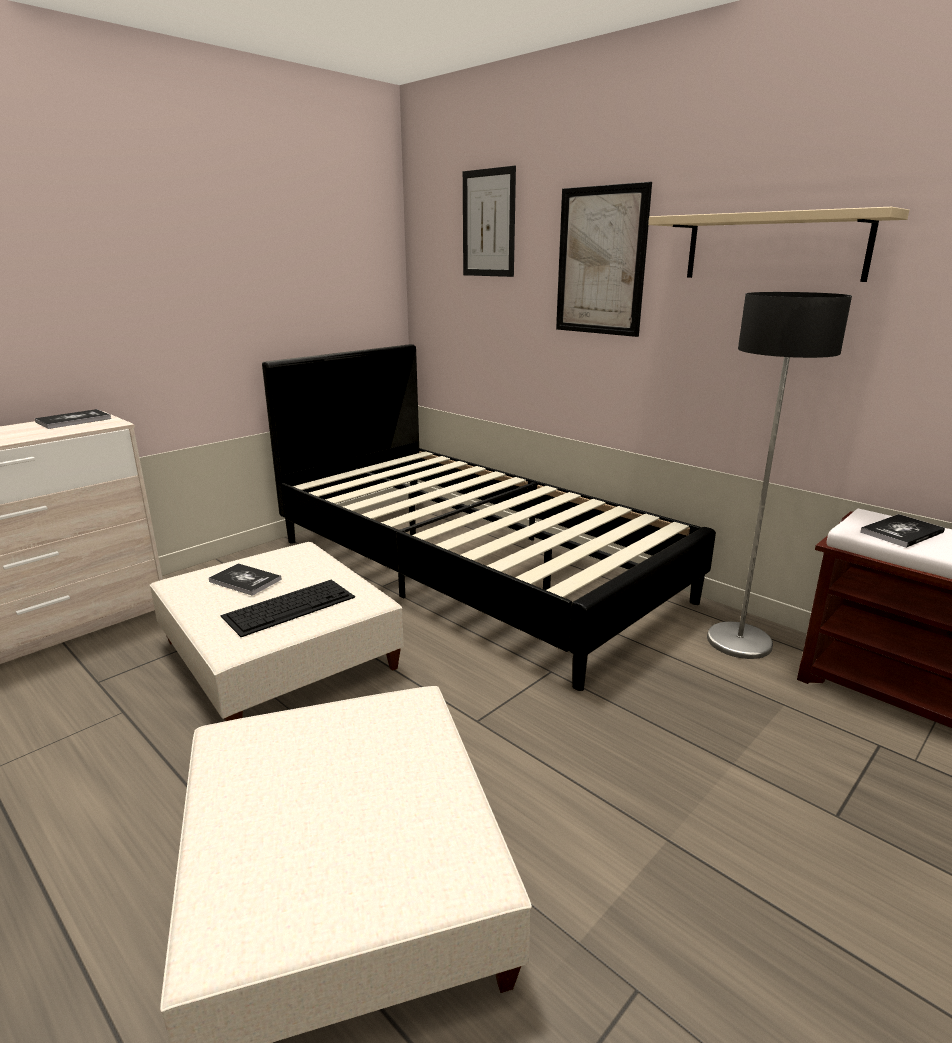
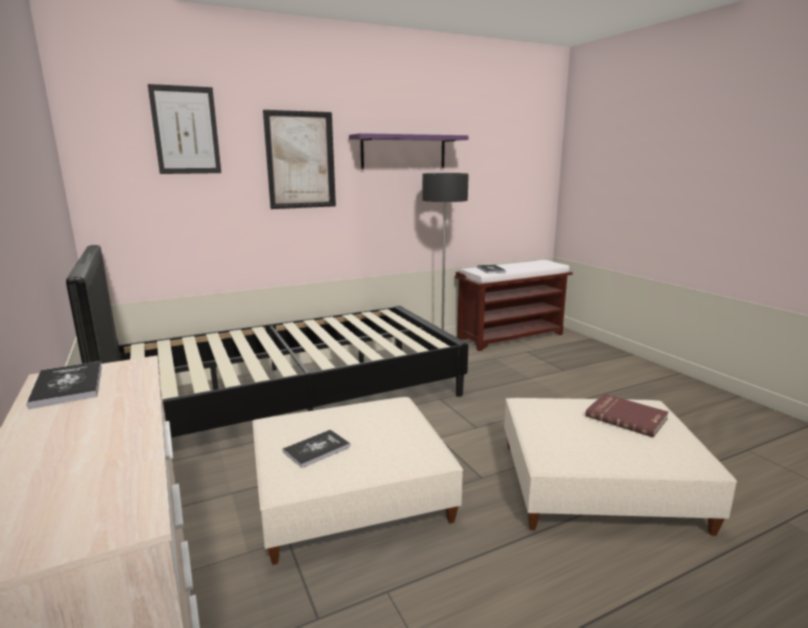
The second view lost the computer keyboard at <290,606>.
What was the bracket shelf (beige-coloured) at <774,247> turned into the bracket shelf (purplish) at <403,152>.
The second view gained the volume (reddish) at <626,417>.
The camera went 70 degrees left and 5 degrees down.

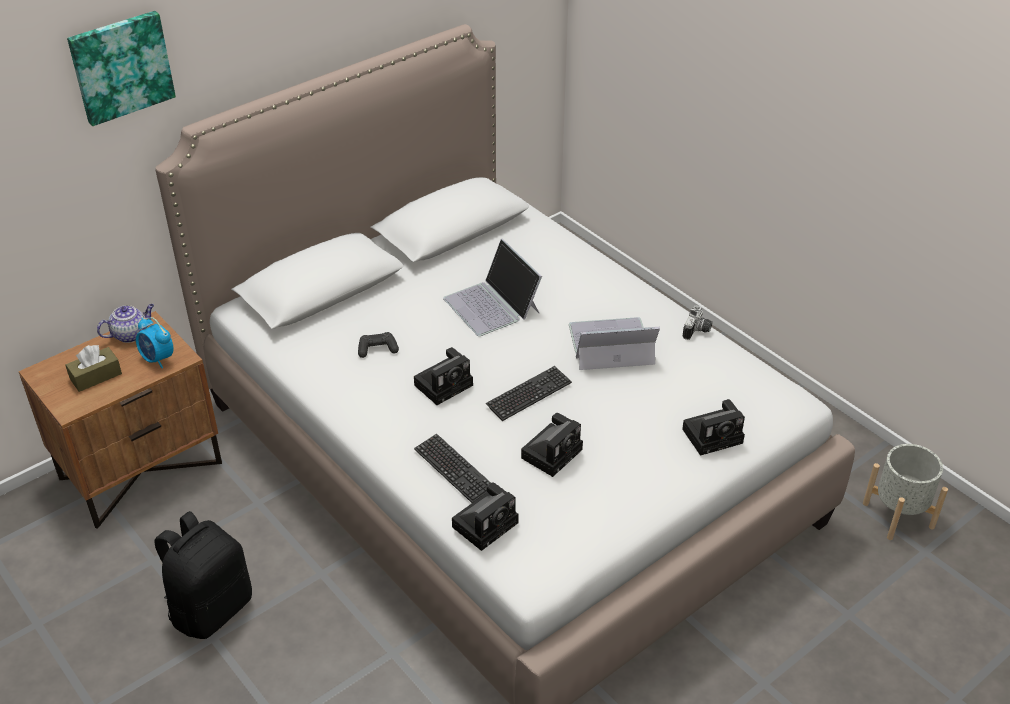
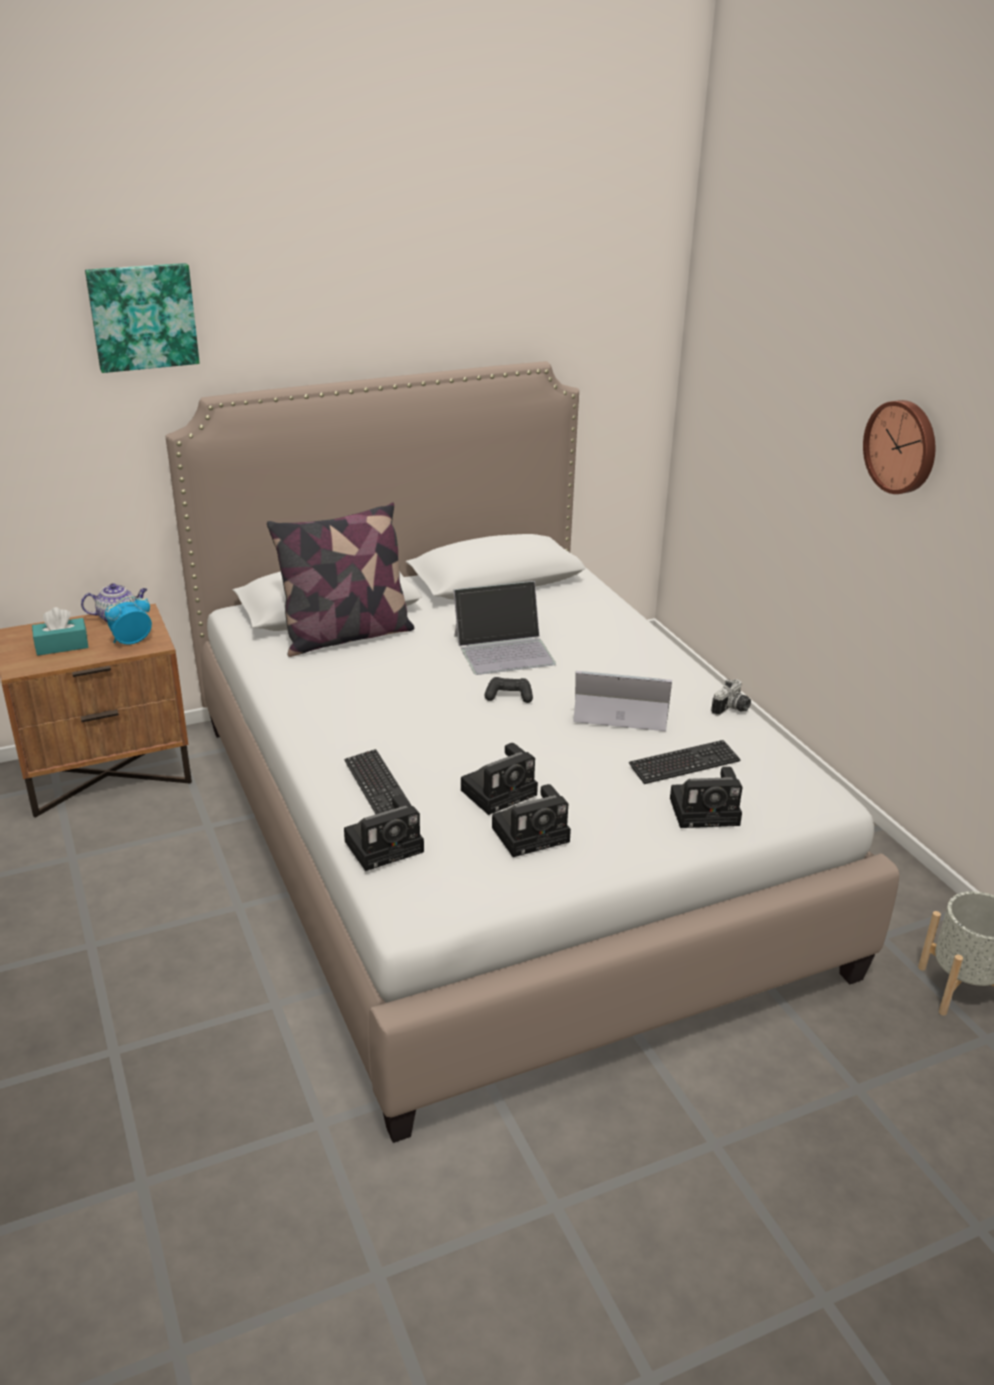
What was the box of tissues (brownish) at <96,376> turned into the box of tissues (turquoise) at <62,646>.
The table clock at <158,359> ended up facing another way, 90 degrees clockwise from before.
The second view lost the knapsack (blackish) at <211,608>.
The joypad (blackish) ended up elsewhere, having gone from <377,349> to <509,696>.
The photo camera ended up elsewhere, having gone from <445,384> to <533,833>.
The portable computer at <492,305> ended up facing another way, 90 degrees counterclockwise from before.
The computer keyboard ended up elsewhere, having gone from <529,394> to <684,764>.
The second view gained the throw pillow at <346,636>.
The second view gained the hanging clock at <902,446>.
The camera went 15 degrees right and 10 degrees down.

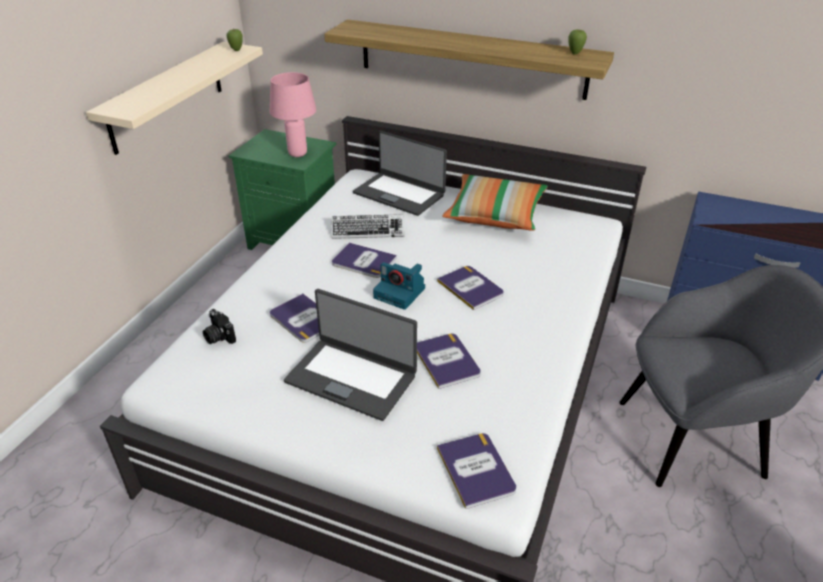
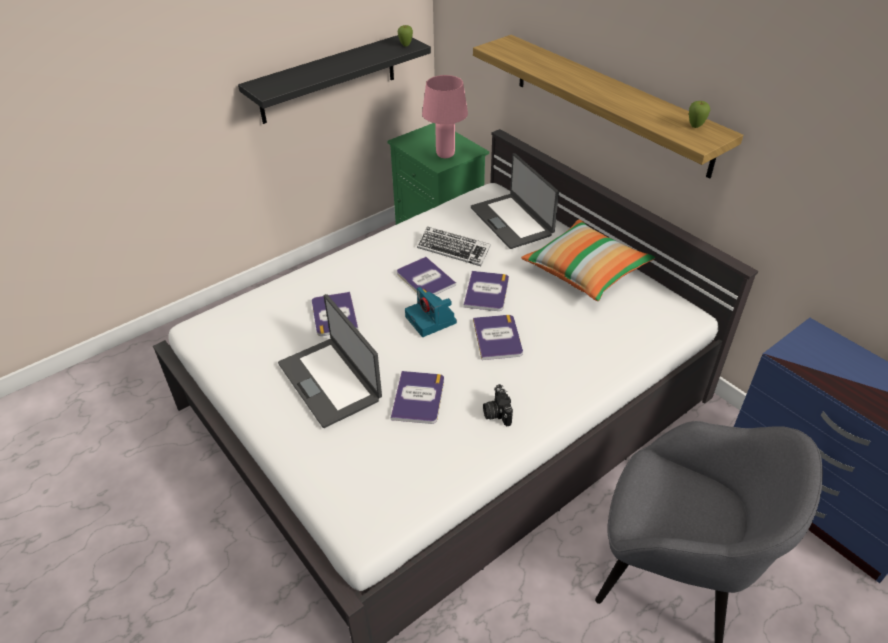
What was the bracket shelf (beige-coloured) at <167,96> turned into the bracket shelf (blackish) at <328,79>.
The photo camera ended up elsewhere, having gone from <218,337> to <496,413>.
The volume ended up elsewhere, having gone from <476,470> to <486,292>.
The camera went 30 degrees right and 5 degrees up.

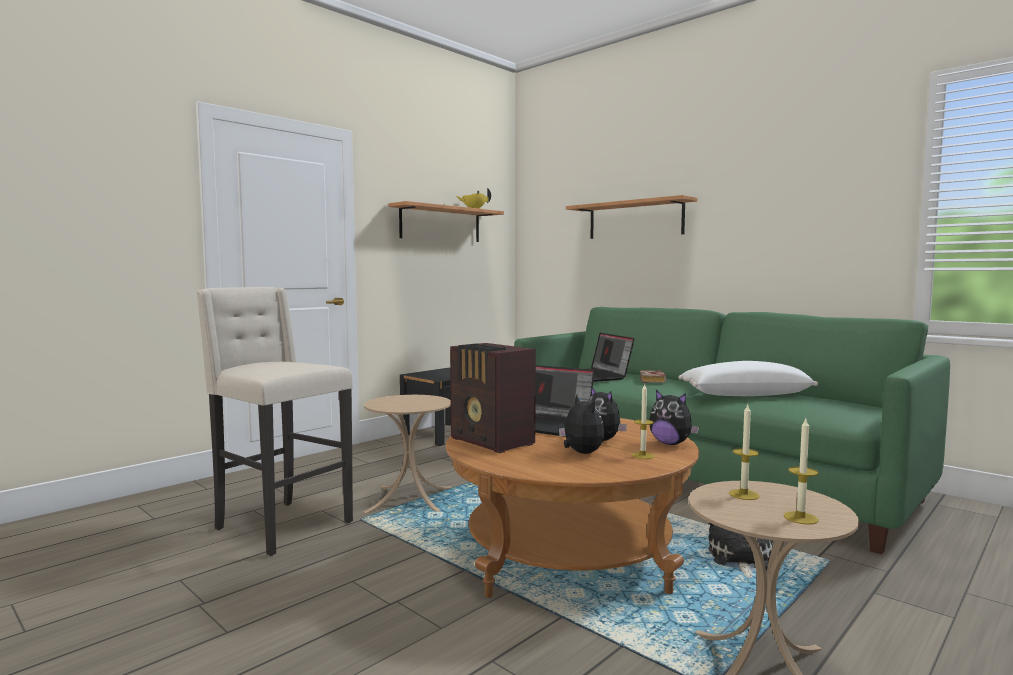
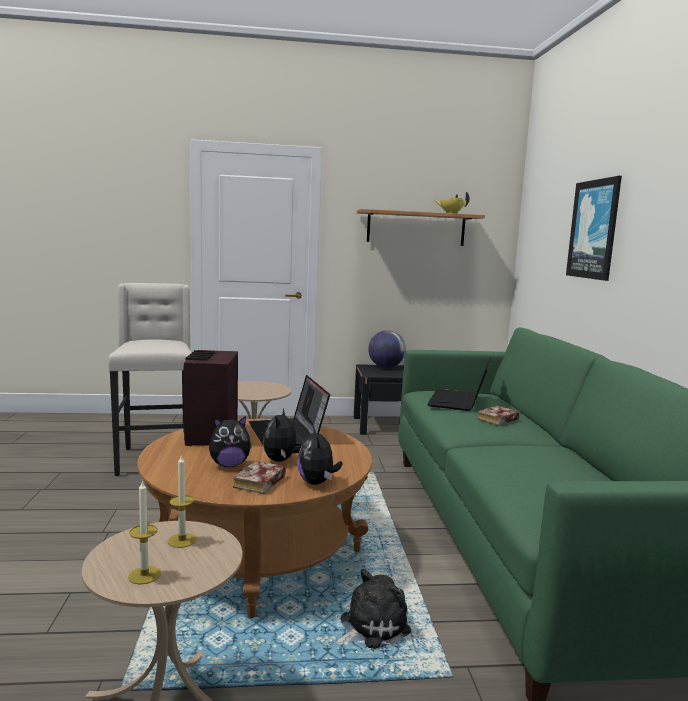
The soft toy at <581,453> ended up facing another way, 60 degrees clockwise from before.
Where the bracket shelf hung at <635,220>, the picture came to hang at <594,229>.
Where the wax candle stood at <643,455>, the volume came to stand at <260,483>.
The second view lost the throw pillow (white-coloured) at <744,395>.
The second view gained the globe at <386,367>.
The camera went 40 degrees right and 5 degrees up.

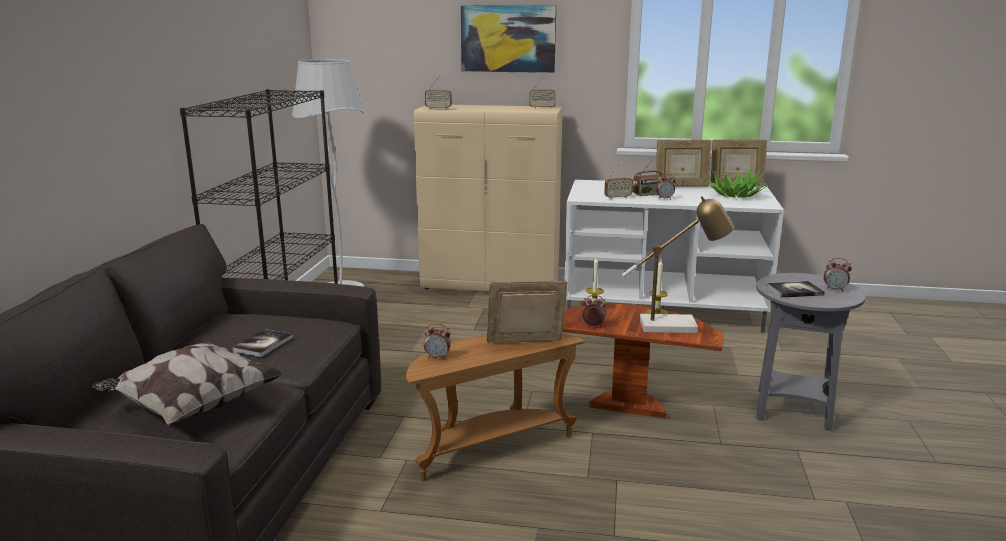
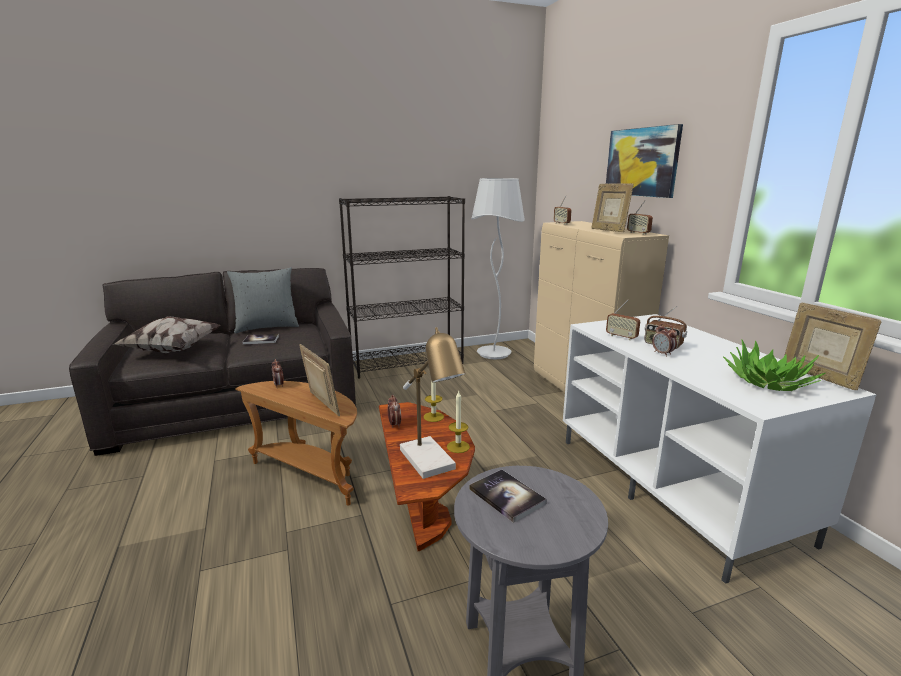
The standing frame ended up elsewhere, having gone from <681,186> to <608,231>.
The second view lost the table clock at <835,289>.
The second view gained the throw pillow (grey) at <267,327>.
The camera went 60 degrees right and 0 degrees up.

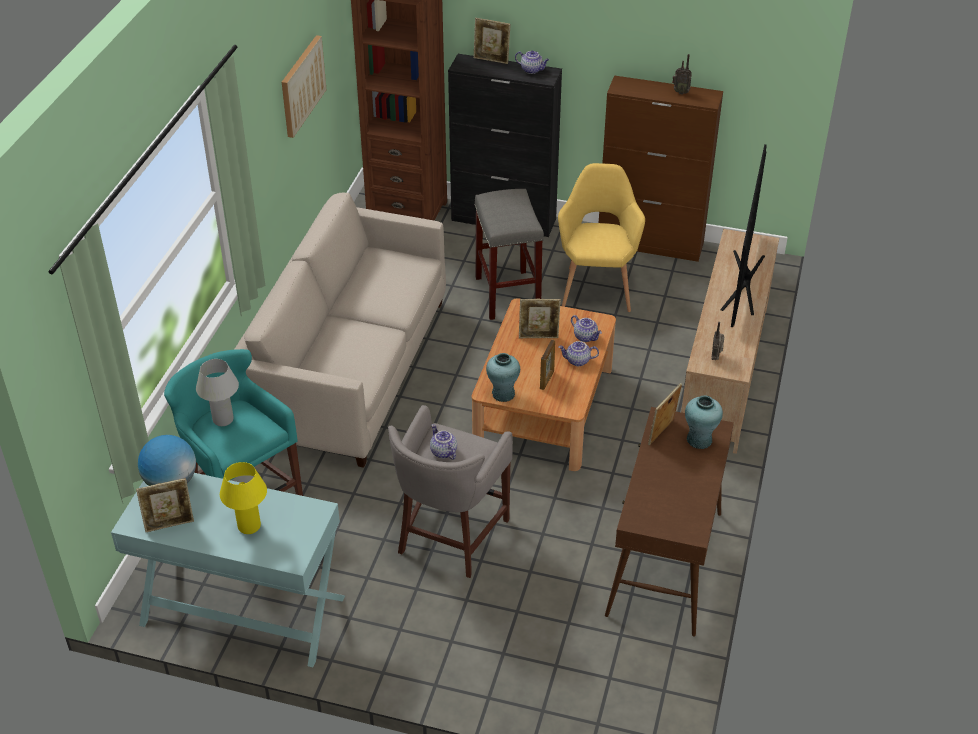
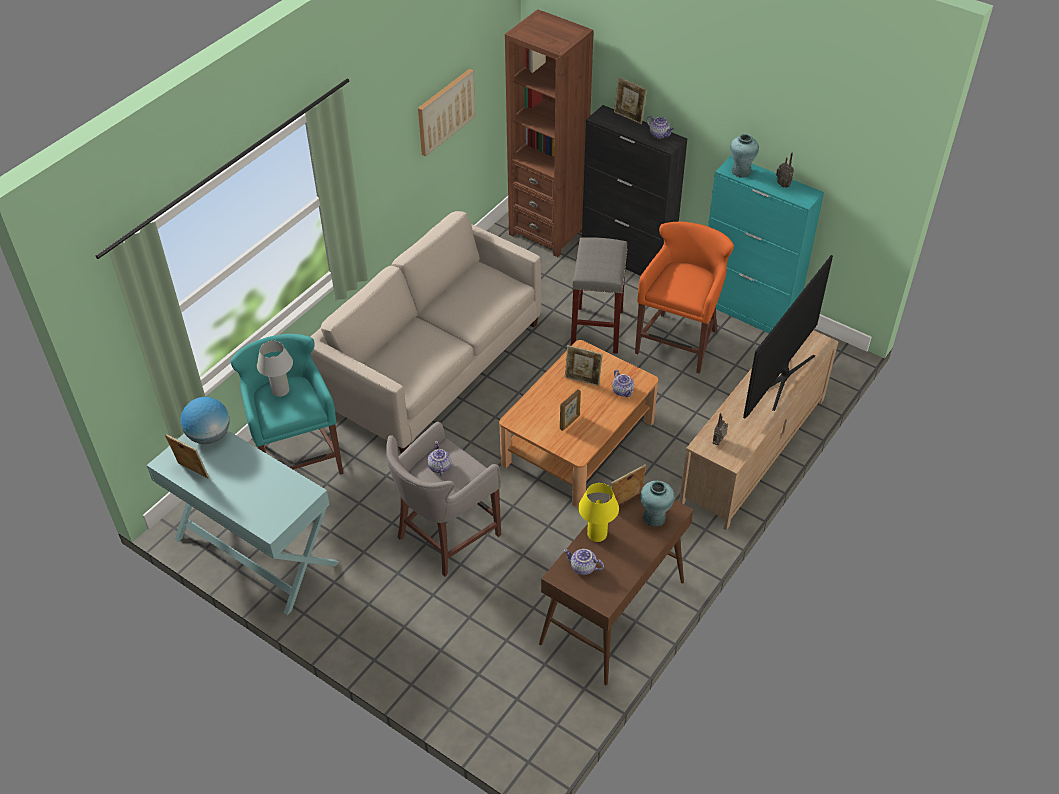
The standing frame at <170,524> ended up facing another way, 150 degrees counterclockwise from before.
The tabletop lamp (yellow-coloured) ended up elsewhere, having gone from <249,526> to <597,534>.
The vase (turquoise) ended up elsewhere, having gone from <503,394> to <741,171>.
Where the easy chair (yellow-coloured) stood at <597,286>, the stool seat (orange) came to stand at <679,340>.
The teapot ended up elsewhere, having gone from <577,361> to <582,568>.
What was the storage cabinet (brownish) at <651,243> turned into the storage cabinet (turquoise) at <747,312>.
The camera went 20 degrees right and 5 degrees up.

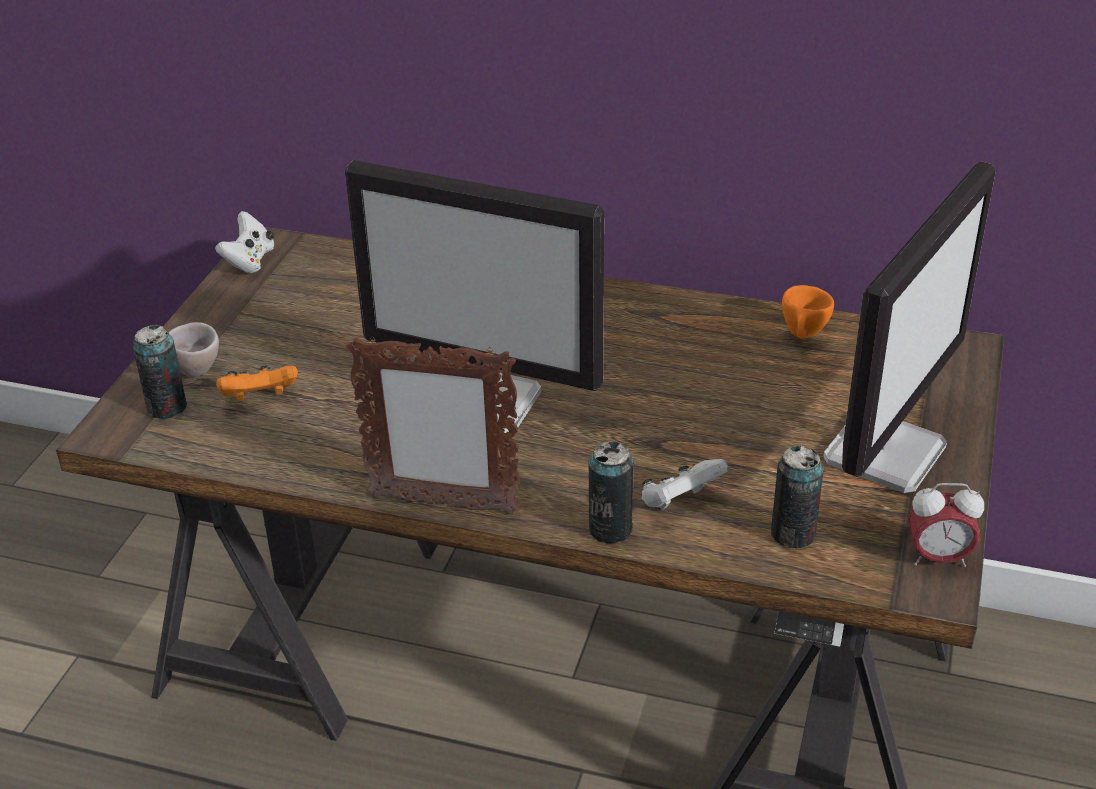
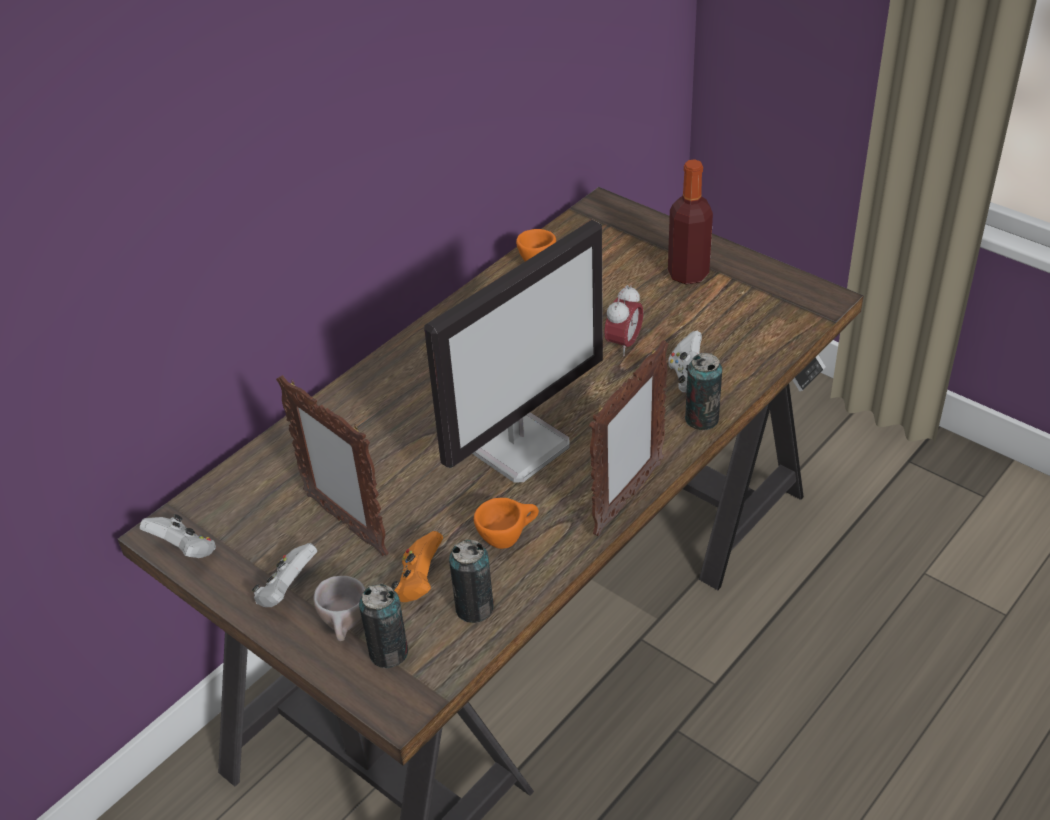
The can ended up elsewhere, having gone from <793,534> to <474,608>.
Where the computer screen stood at <885,451>, the bottle came to stand at <688,274>.
The table clock ended up elsewhere, having gone from <938,558> to <623,344>.
The second view gained the joypad (white-coloured) at <287,591>.
The second view gained the standing frame at <345,524>.
The second view gained the small cup (orange) at <508,538>.
The camera went 65 degrees left and 5 degrees up.

